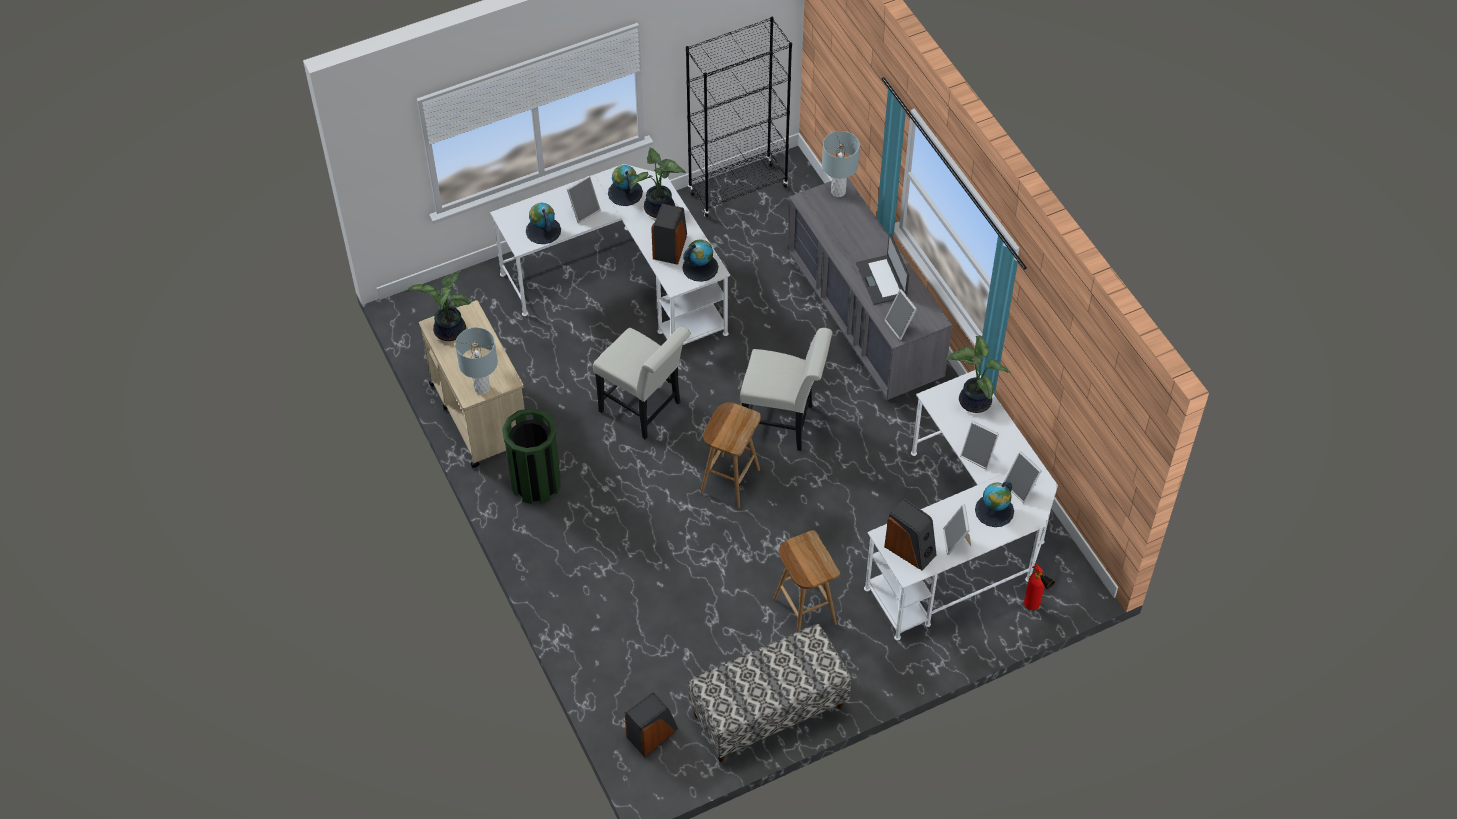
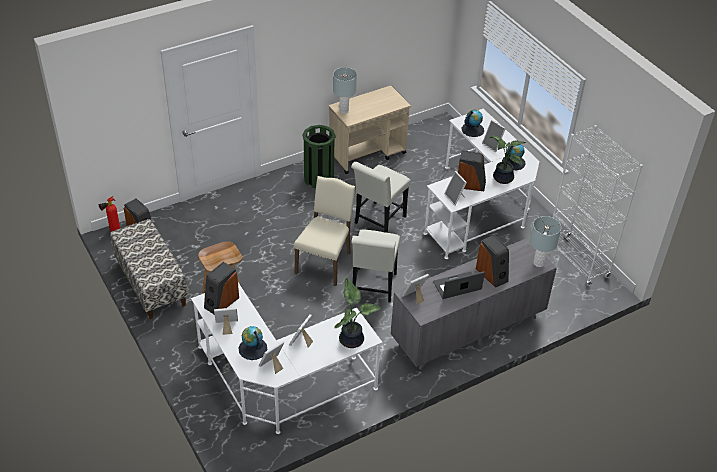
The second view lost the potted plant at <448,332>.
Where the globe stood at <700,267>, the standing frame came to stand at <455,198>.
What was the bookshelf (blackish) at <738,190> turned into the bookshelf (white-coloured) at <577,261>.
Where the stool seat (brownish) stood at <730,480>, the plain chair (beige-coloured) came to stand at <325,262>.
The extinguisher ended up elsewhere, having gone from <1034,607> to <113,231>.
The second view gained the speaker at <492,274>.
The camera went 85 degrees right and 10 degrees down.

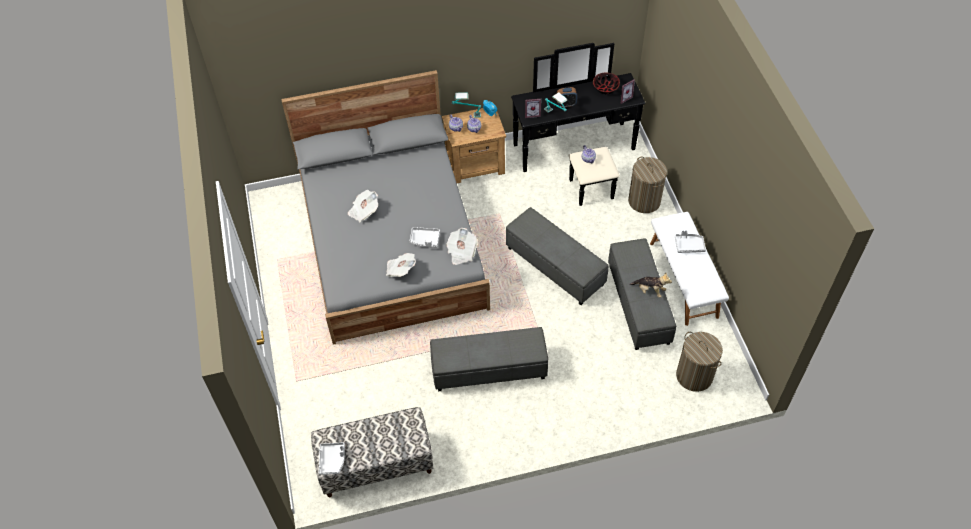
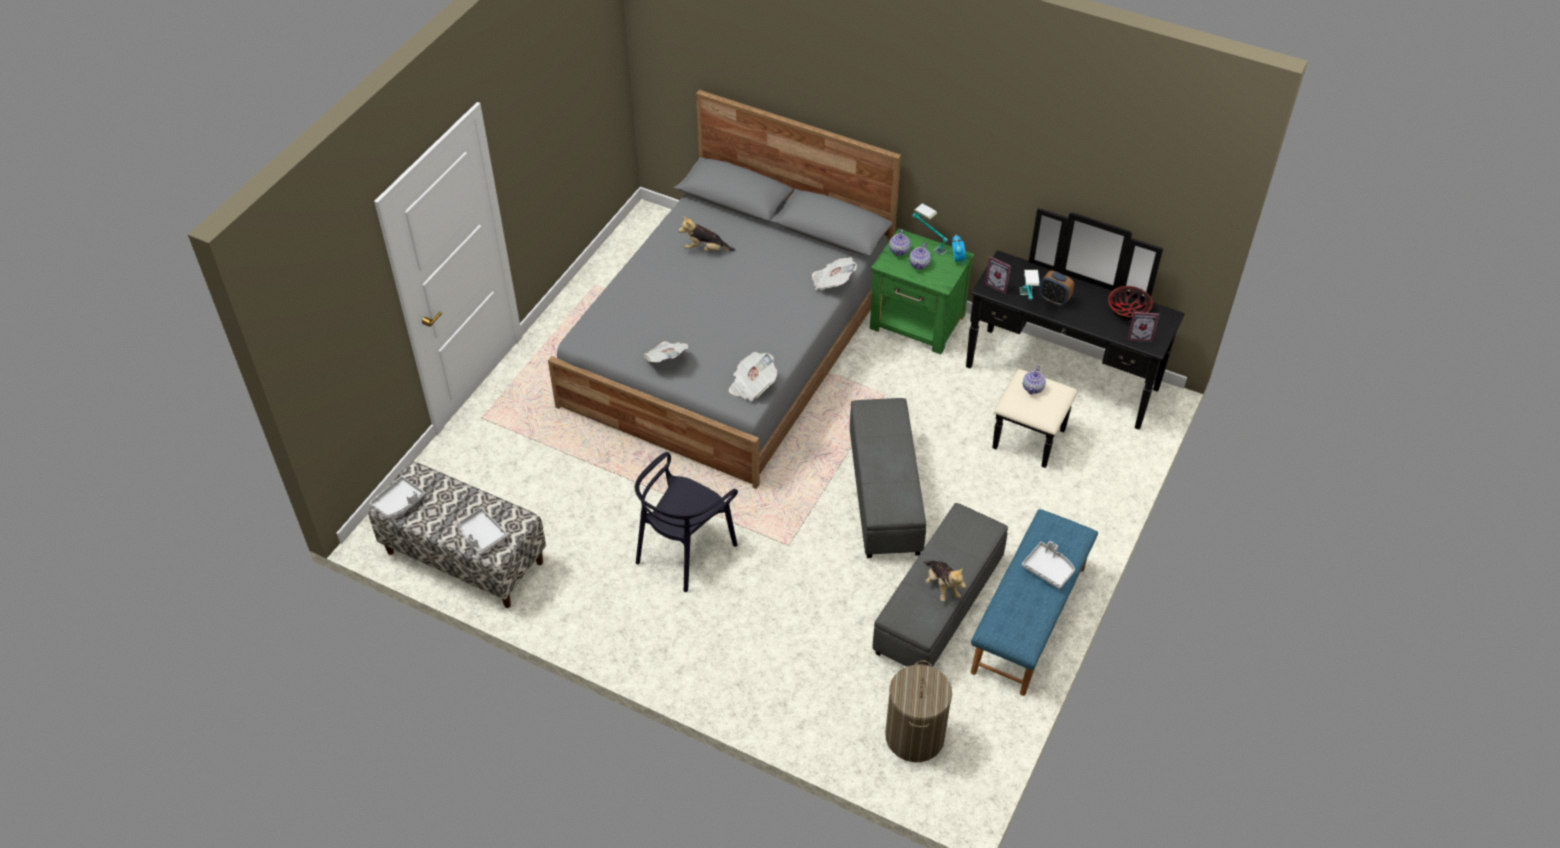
The newspaper ended up elsewhere, having gone from <364,211> to <832,282>.
The carrying tray (grey) ended up elsewhere, having gone from <425,240> to <482,536>.
Where the footrest (grey) stood at <489,370>, the plain chair (blackish) came to stand at <684,551>.
What was the nightstand (brownish) at <476,164> turned into the nightstand (greenish) at <918,323>.
The second view lost the washing basket at <644,201>.
What was the bench (white-coloured) at <684,279> turned into the bench (blue-coloured) at <1029,620>.
The second view gained the soft toy at <706,249>.
The camera went 40 degrees right and 5 degrees down.

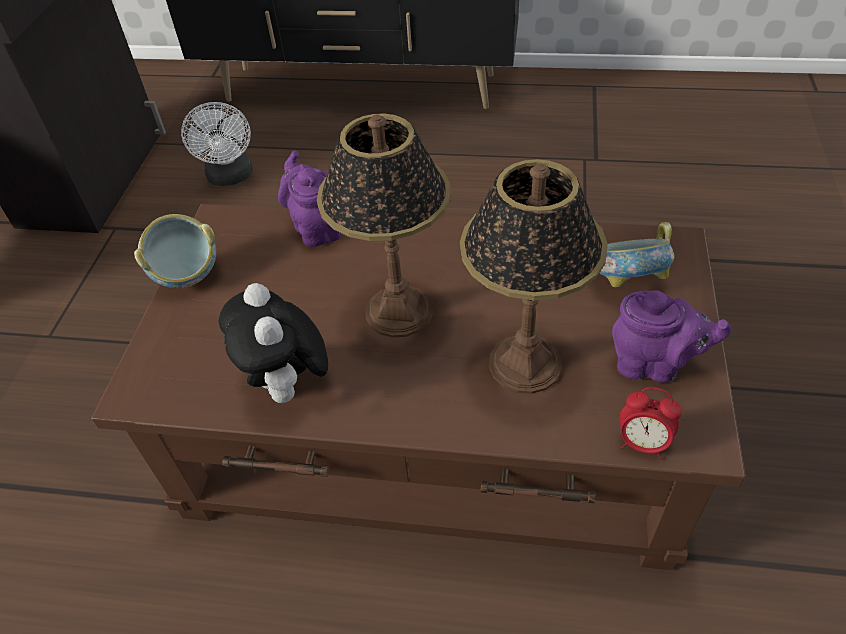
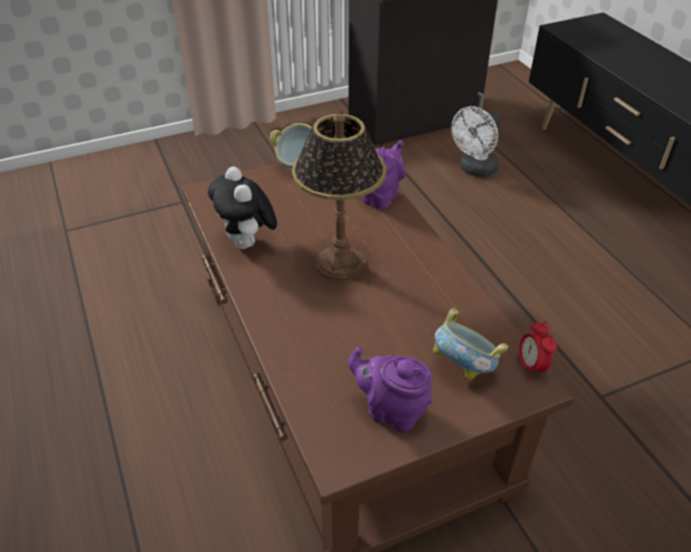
The soft toy at <288,387> ended up facing another way, 60 degrees counterclockwise from before.
The second view lost the tabletop lamp at <524,364>.
The teapot (purplish) at <654,364> ended up facing another way, 135 degrees clockwise from before.
The table clock ended up elsewhere, having gone from <642,443> to <531,366>.
The camera went 55 degrees right and 5 degrees down.

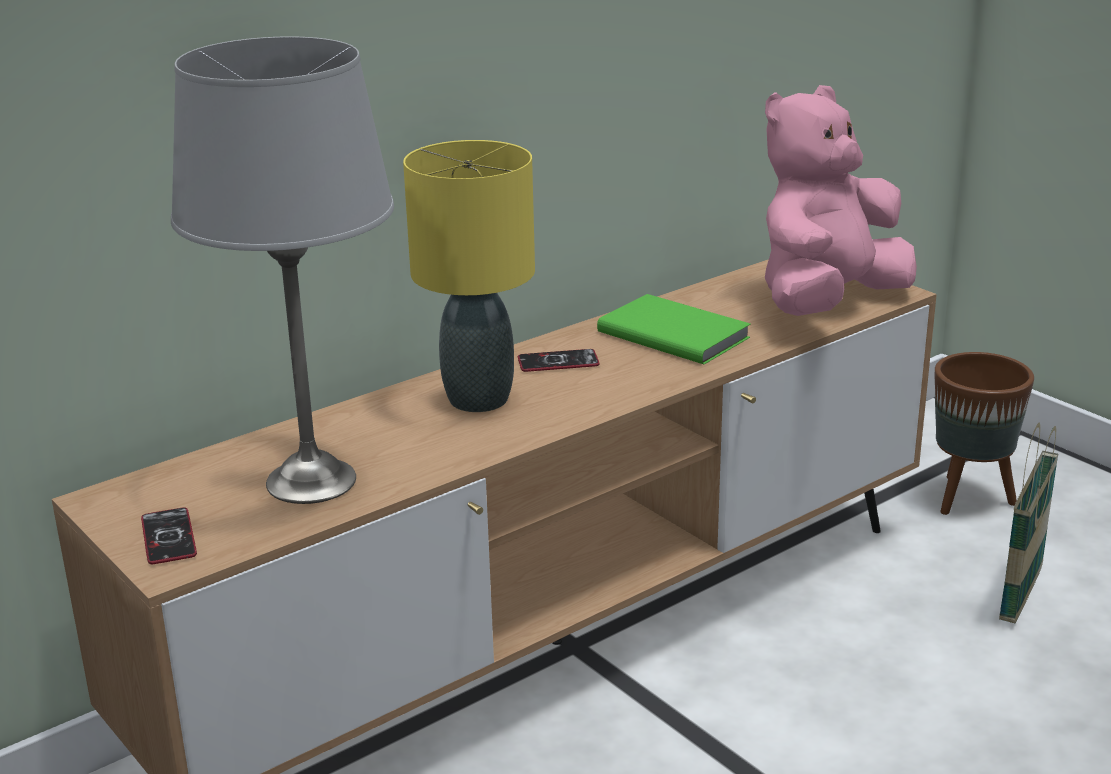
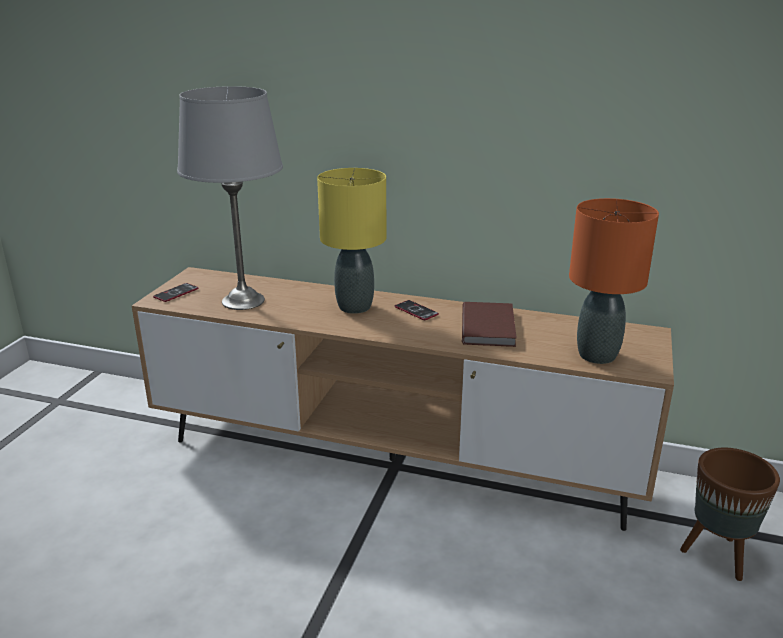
What was the volume (greenish) at <673,333> turned into the volume (brownish) at <490,326>.
Where the soft toy (pinkish) stood at <827,303>, the tabletop lamp (orange) came to stand at <597,355>.
The second view lost the storage basket at <1020,595>.
The camera went 55 degrees right and 0 degrees up.

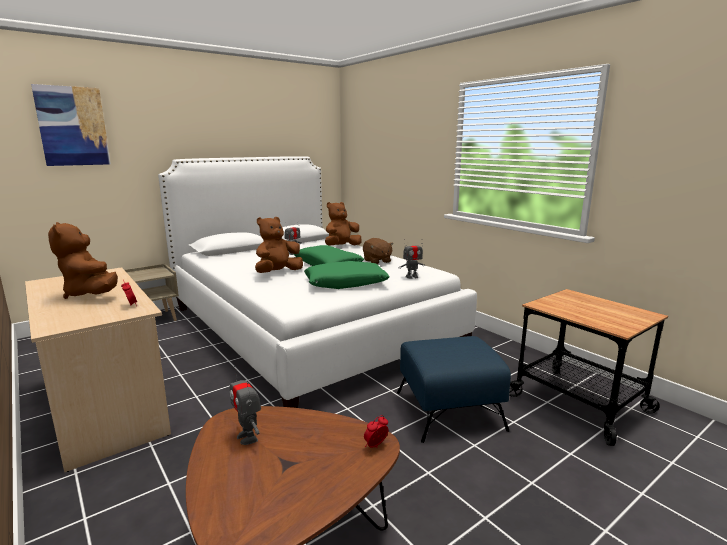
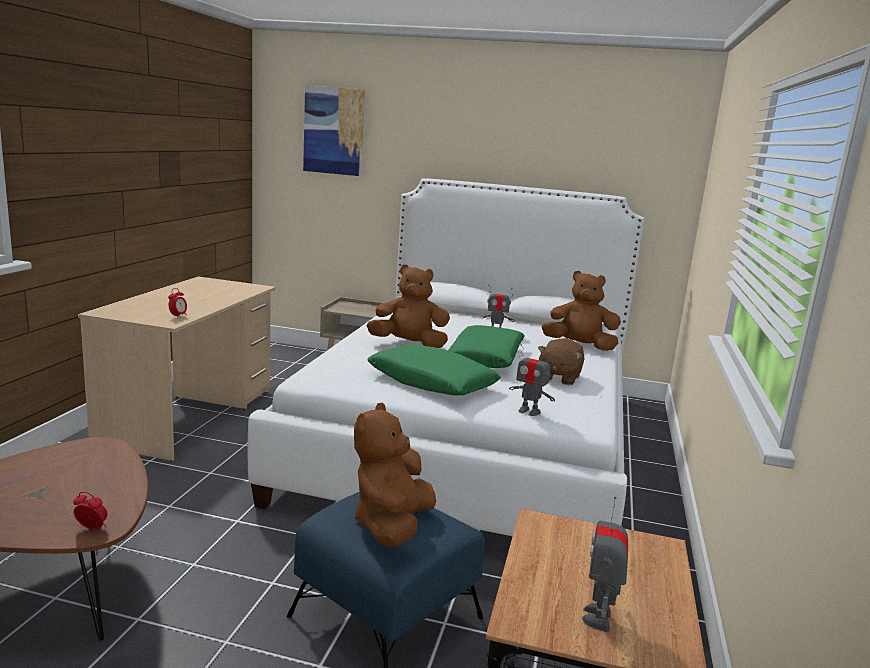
The soft toy (brownish) ended up elsewhere, having gone from <91,294> to <392,526>.
The toy robot ended up elsewhere, having gone from <248,437> to <598,617>.
The camera went 50 degrees right and 0 degrees up.

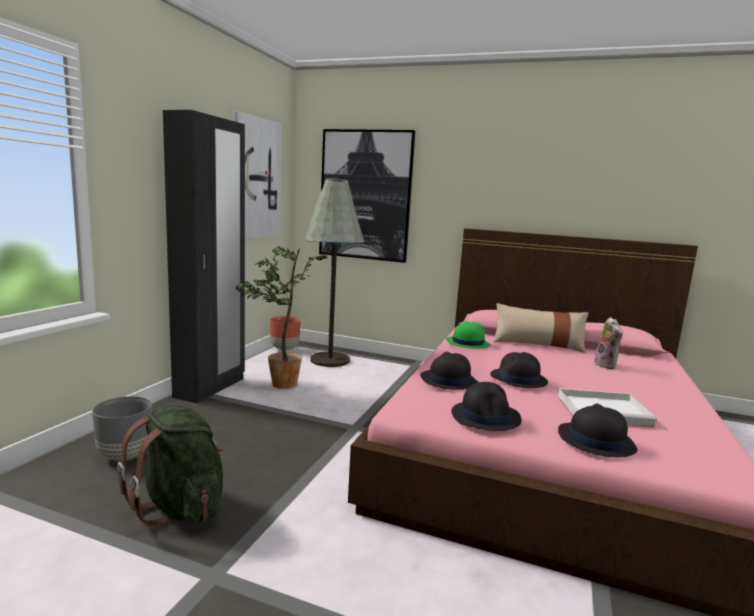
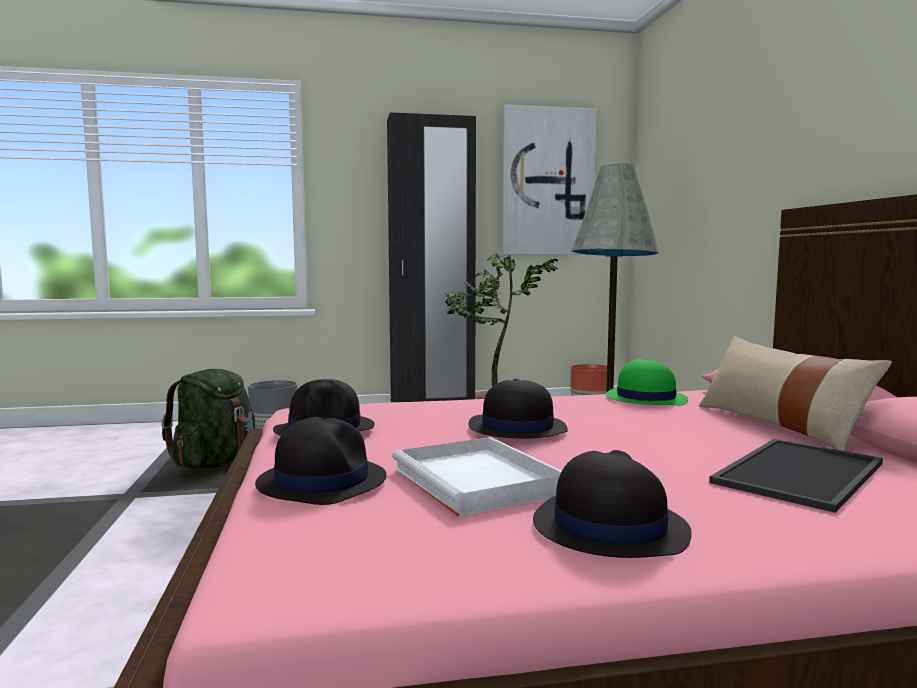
The second view lost the picture at <365,195>.
The clothing hat (blackish) ended up elsewhere, having gone from <448,380> to <608,527>.
Where the soft toy stood at <607,365>, the carrying tray came to stand at <796,472>.
The camera went 60 degrees right and 5 degrees down.

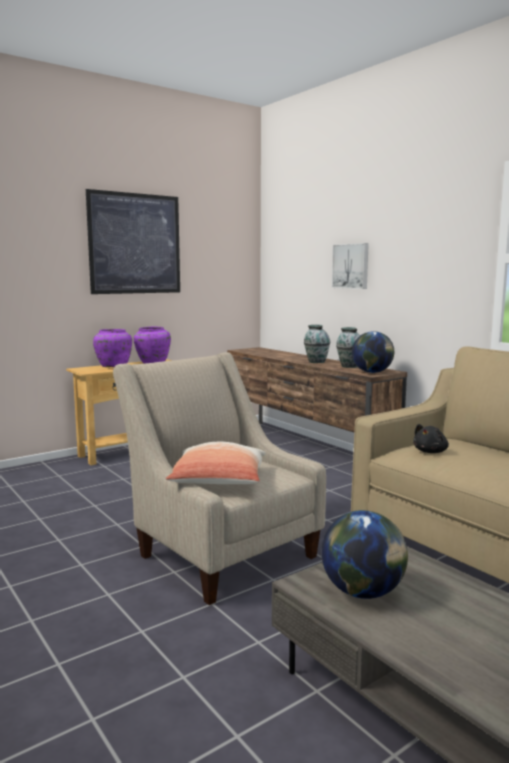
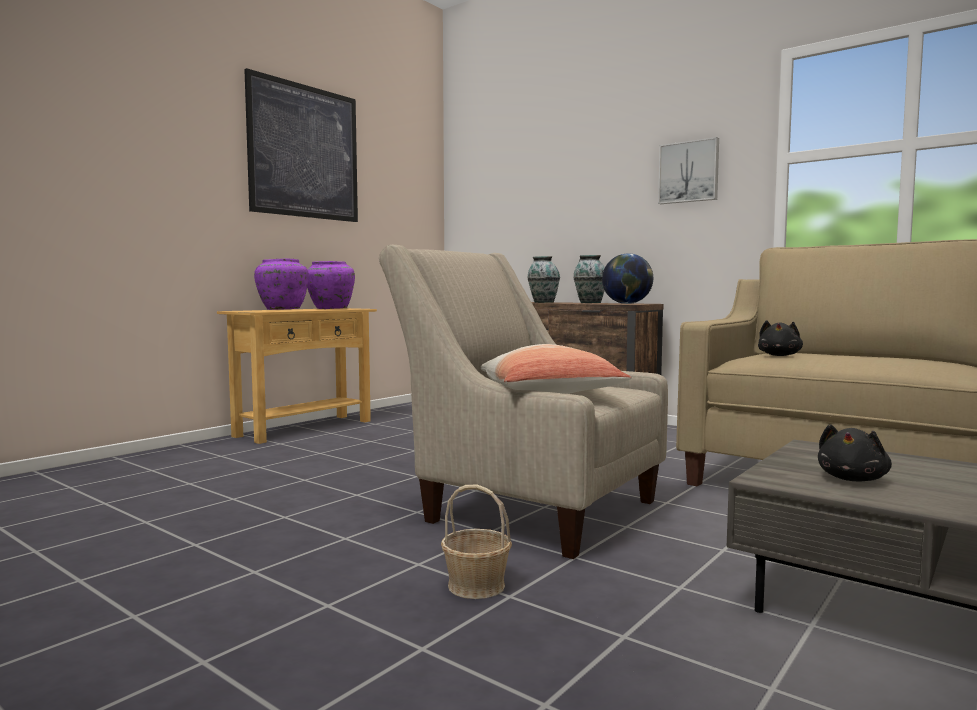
Where the globe stood at <363,592>, the soft toy (blackish) came to stand at <853,479>.
The picture ended up elsewhere, having gone from <351,266> to <689,172>.
The second view gained the storage basket at <476,586>.
The camera went 15 degrees left and 5 degrees down.

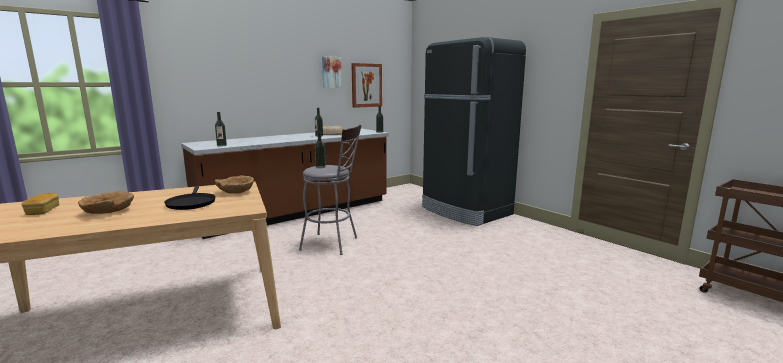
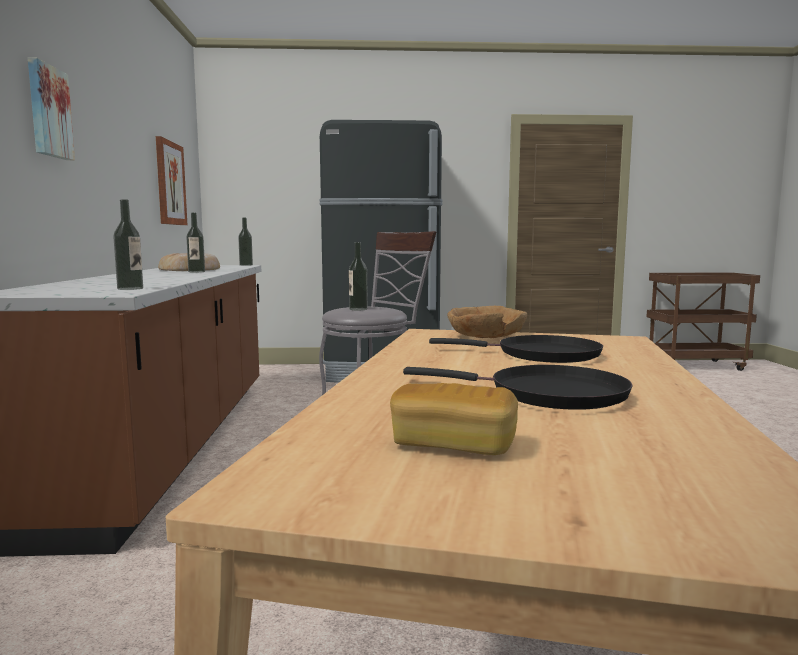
Where the deep dish (brownish) stood at <108,212>, the skillet (blackish) came to stand at <548,394>.
The picture ended up elsewhere, having gone from <331,72> to <48,111>.
The camera went 55 degrees left and 5 degrees down.

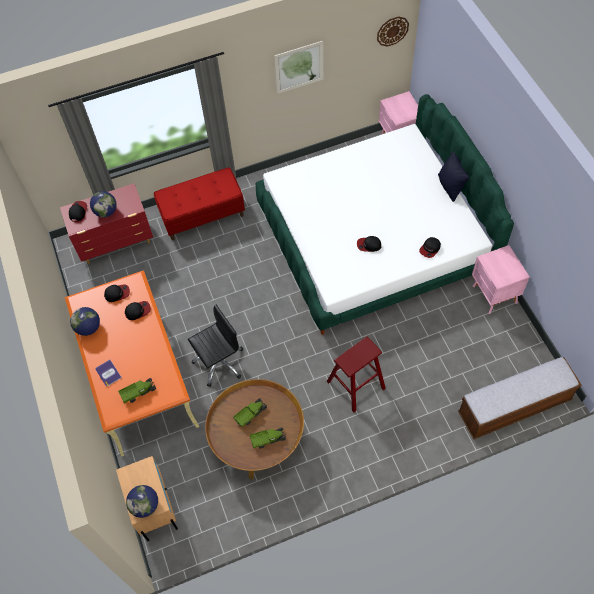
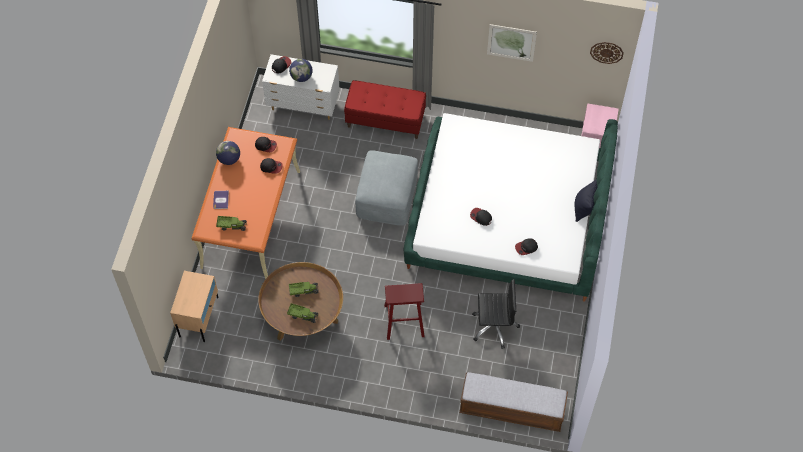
What was the dresser (reddish) at <116,244> turned into the dresser (white-coloured) at <304,106>.
The second view lost the globe at <145,505>.
The computer chair (blackish) ended up elsewhere, having gone from <219,362> to <494,326>.
The second view lost the nightstand (pinkish) at <494,295>.
The second view gained the footrest (grey) at <387,195>.
The camera went 30 degrees right and 0 degrees up.

